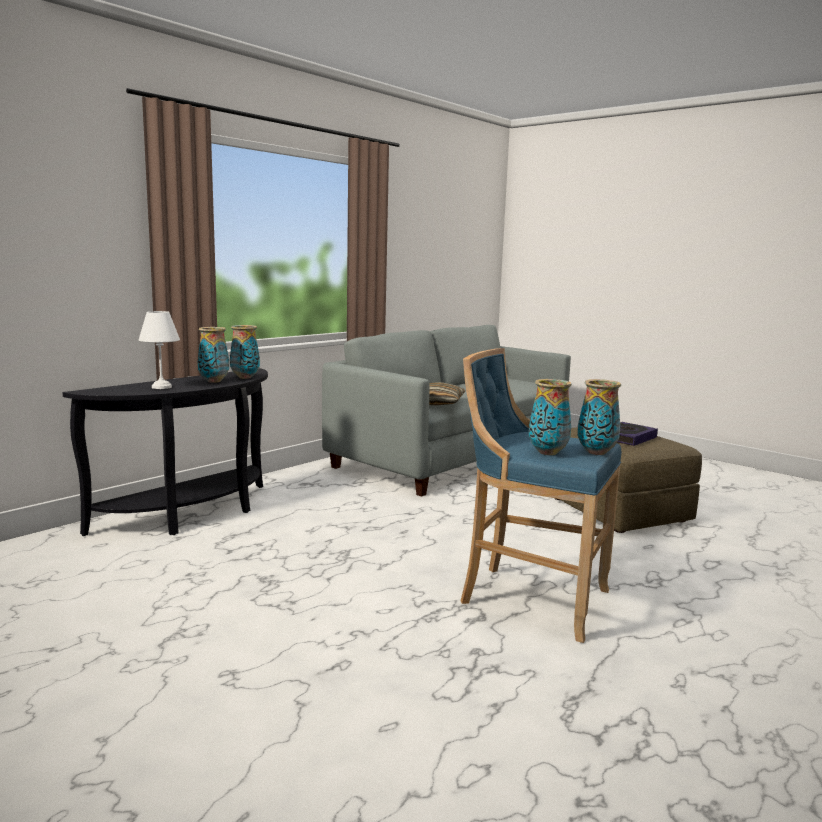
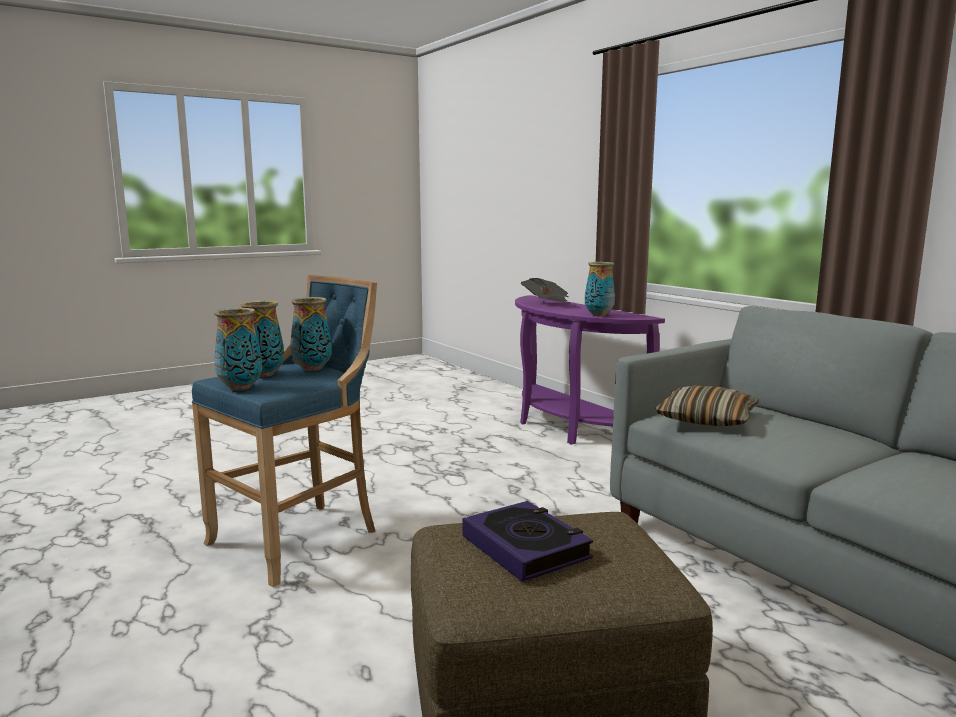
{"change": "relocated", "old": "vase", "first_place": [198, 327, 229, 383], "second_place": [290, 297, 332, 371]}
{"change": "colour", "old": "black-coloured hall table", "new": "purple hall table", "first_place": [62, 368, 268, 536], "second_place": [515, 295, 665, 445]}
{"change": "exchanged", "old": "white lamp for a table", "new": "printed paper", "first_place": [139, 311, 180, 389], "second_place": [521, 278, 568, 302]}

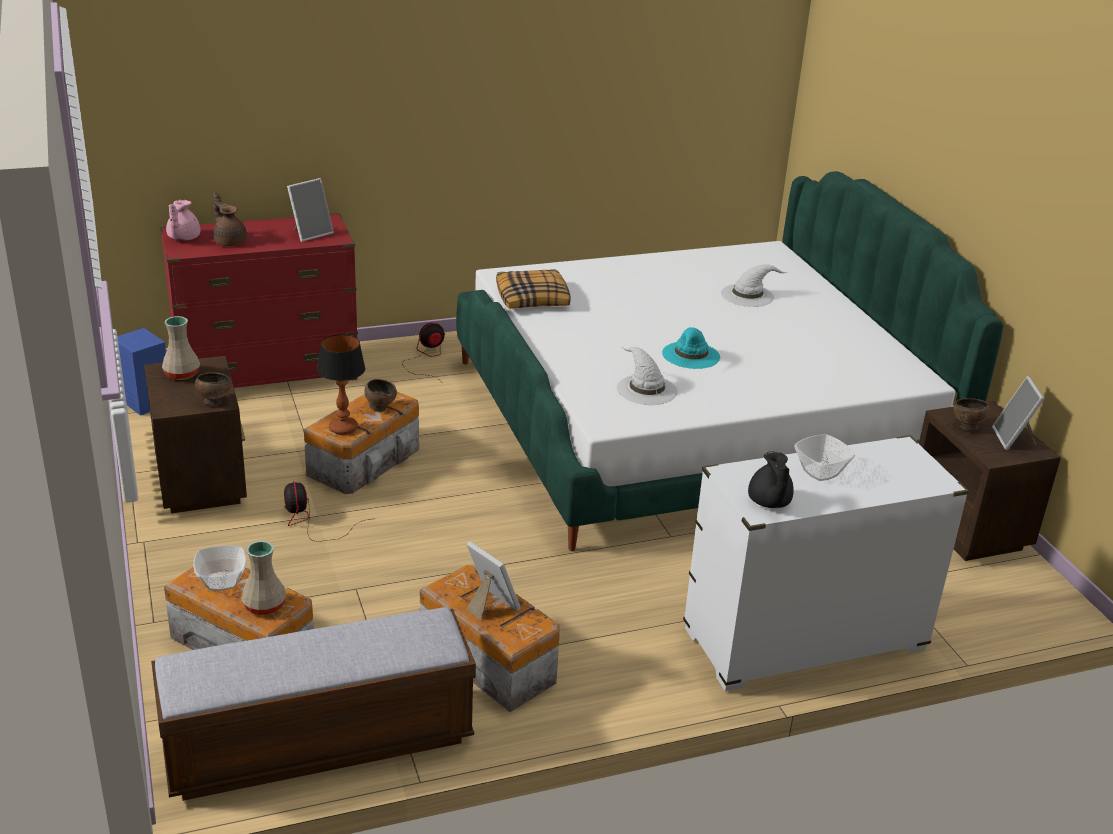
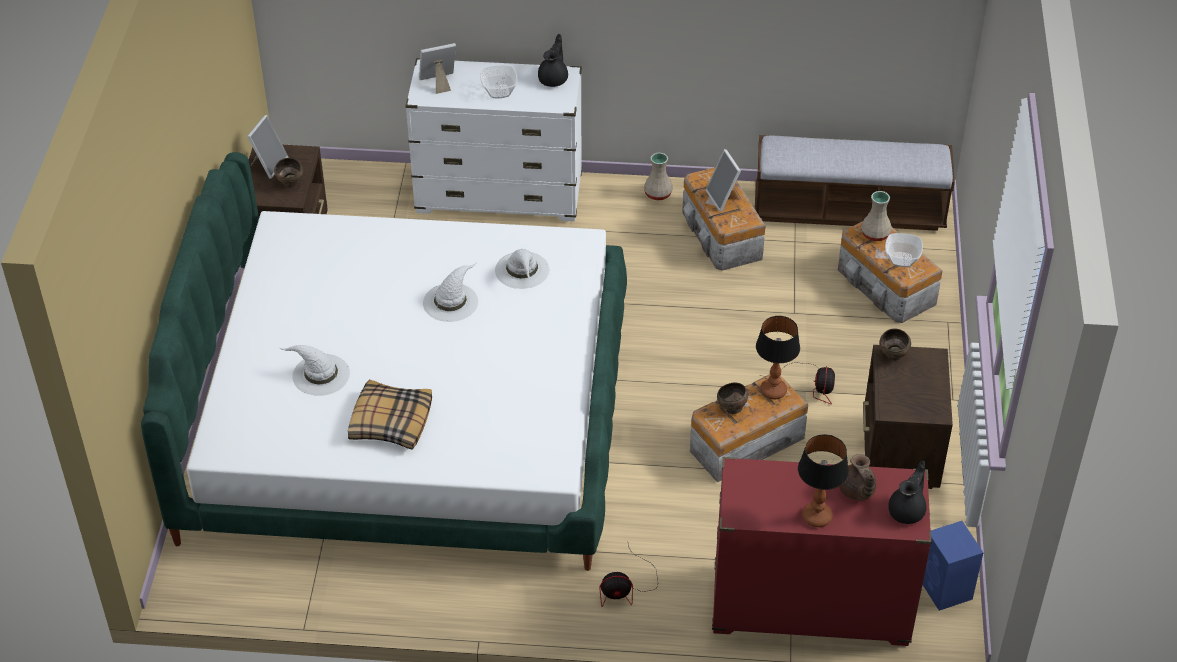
{"change": "relocated", "old": "cushion", "first_place": [496, 269, 571, 309], "second_place": [348, 380, 432, 449]}
{"change": "relocated", "old": "standing frame", "first_place": [287, 178, 334, 242], "second_place": [419, 43, 456, 94]}
{"change": "colour", "old": "blue-green wearable hat", "new": "white wearable hat", "first_place": [662, 327, 720, 369], "second_place": [423, 262, 478, 322]}
{"change": "relocated", "old": "beige-coloured vase", "first_place": [162, 316, 200, 380], "second_place": [644, 153, 673, 200]}
{"change": "appeared", "new": "lamp for a table", "second_place": [798, 434, 849, 527]}
{"change": "colour", "old": "pink pot for tea", "new": "black-coloured pot for tea", "first_place": [166, 200, 200, 240], "second_place": [888, 460, 927, 524]}

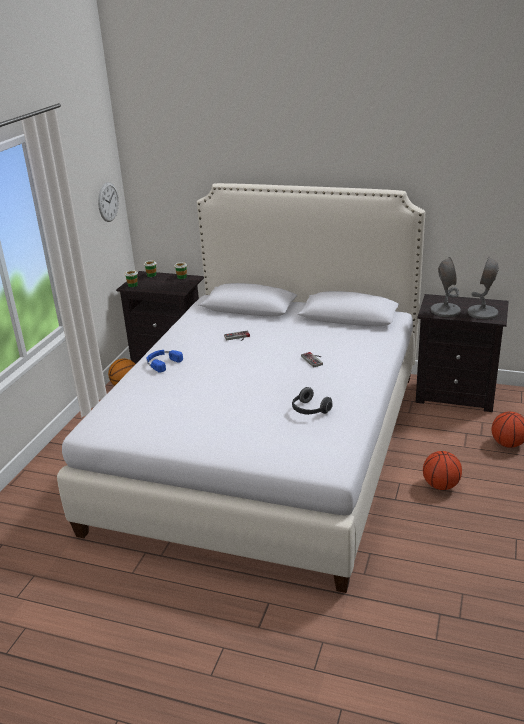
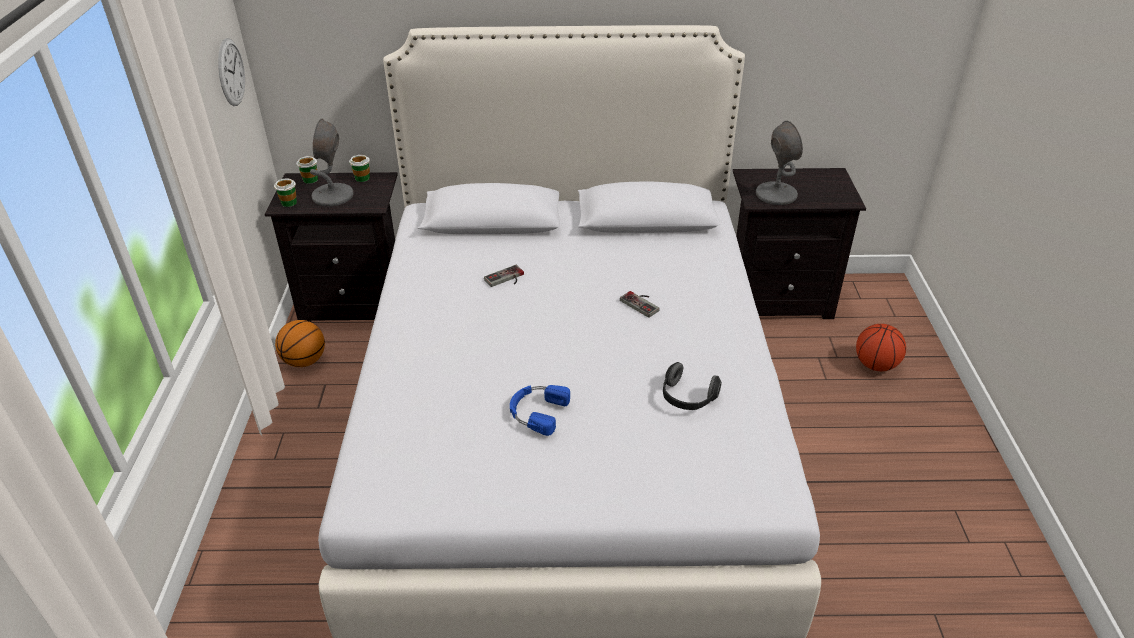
{"change": "relocated", "old": "greyish lamp for a table", "first_place": [467, 257, 499, 319], "second_place": [310, 119, 354, 206]}
{"change": "relocated", "old": "blue pair of headphones", "first_place": [147, 350, 183, 373], "second_place": [510, 385, 570, 436]}
{"change": "missing", "old": "ball for basketball", "first_place": [423, 451, 462, 490]}

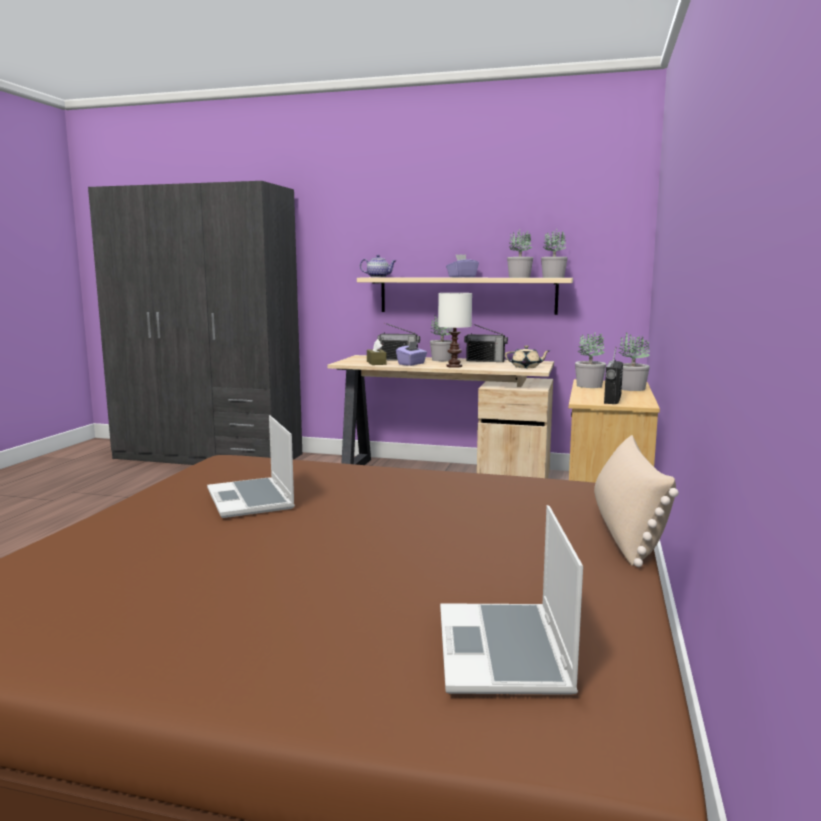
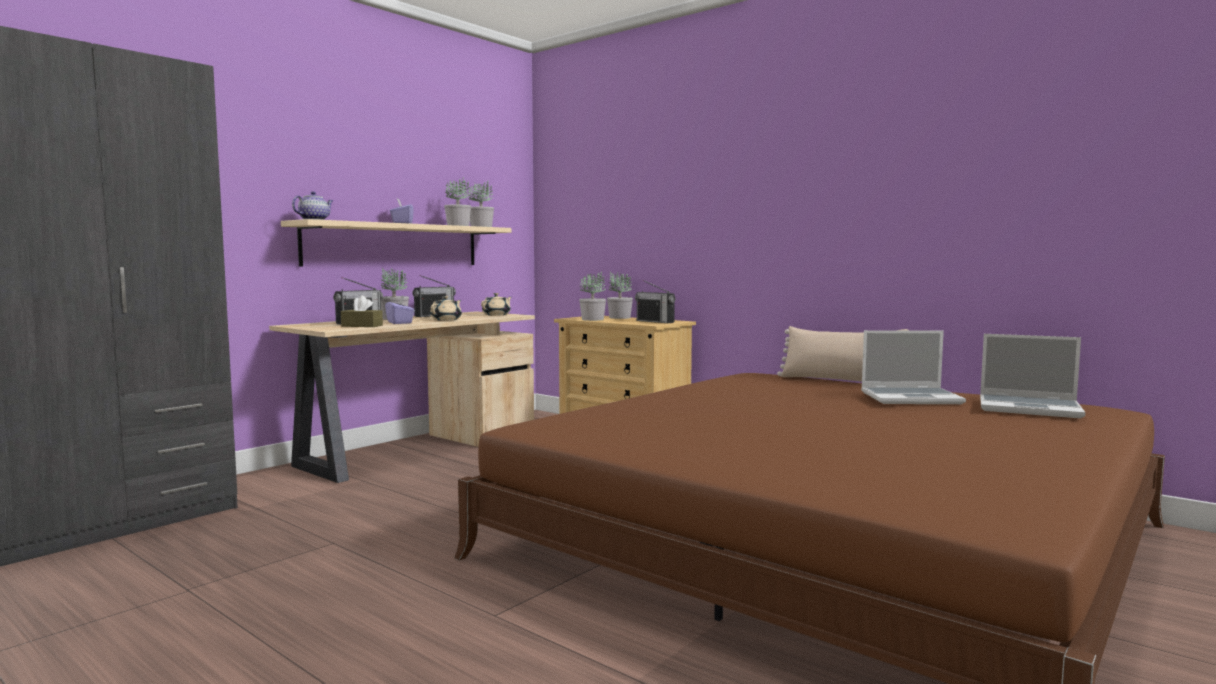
{"change": "exchanged", "old": "white lamp for a table", "new": "beige-coloured pot for tea", "first_place": [438, 293, 472, 368], "second_place": [430, 296, 462, 321]}
{"change": "relocated", "old": "notebook computer", "first_place": [207, 415, 295, 518], "second_place": [861, 330, 966, 404]}

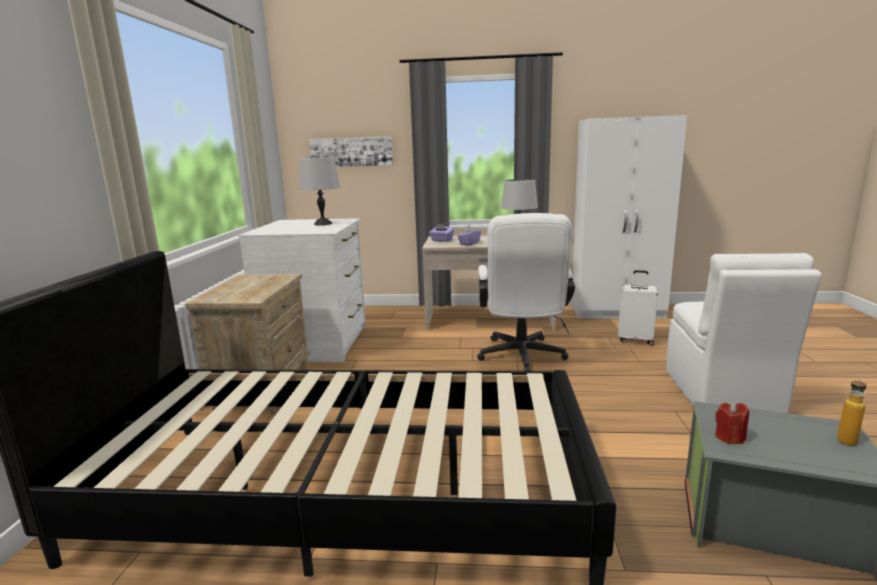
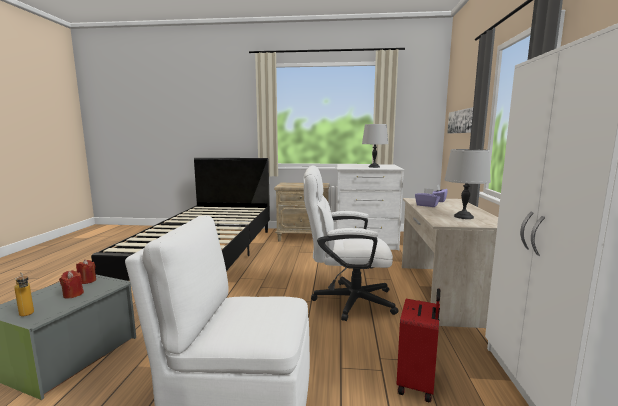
{"change": "appeared", "new": "red wax light", "second_place": [59, 270, 84, 298]}
{"change": "colour", "old": "white travel case", "new": "red travel case", "first_place": [618, 270, 658, 345], "second_place": [397, 289, 440, 403]}

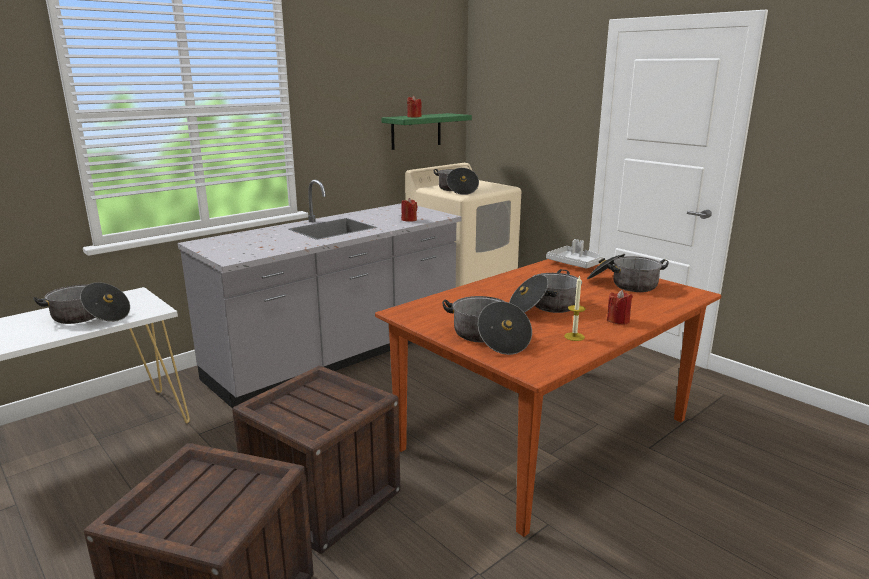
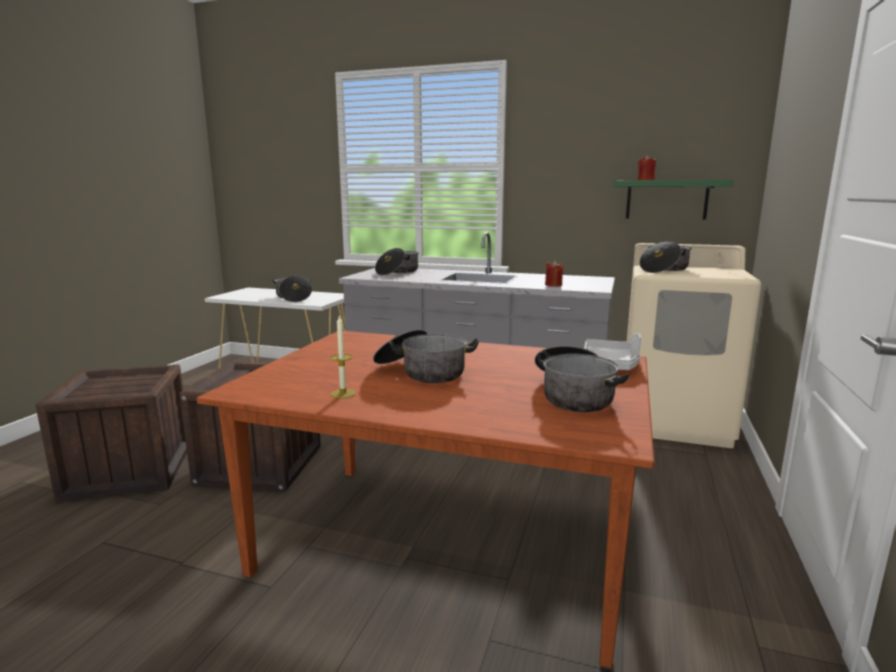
{"change": "relocated", "old": "saucepot", "first_place": [442, 296, 532, 355], "second_place": [375, 248, 419, 275]}
{"change": "missing", "old": "red wax light", "first_place": [607, 290, 633, 325]}

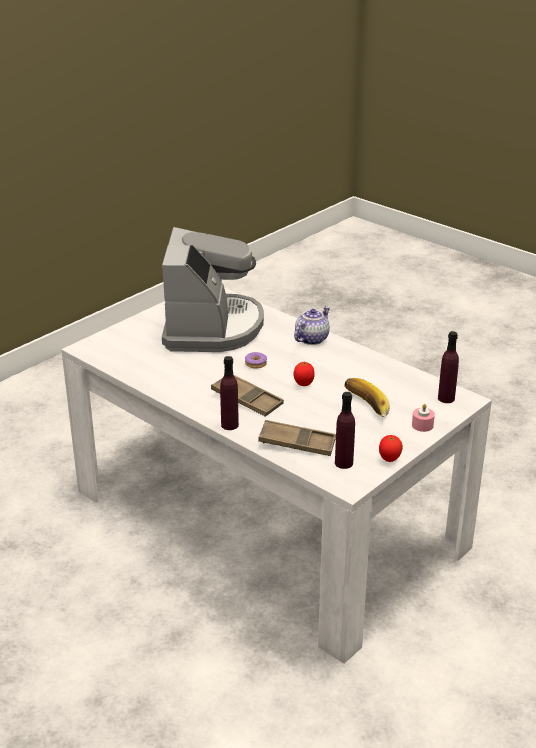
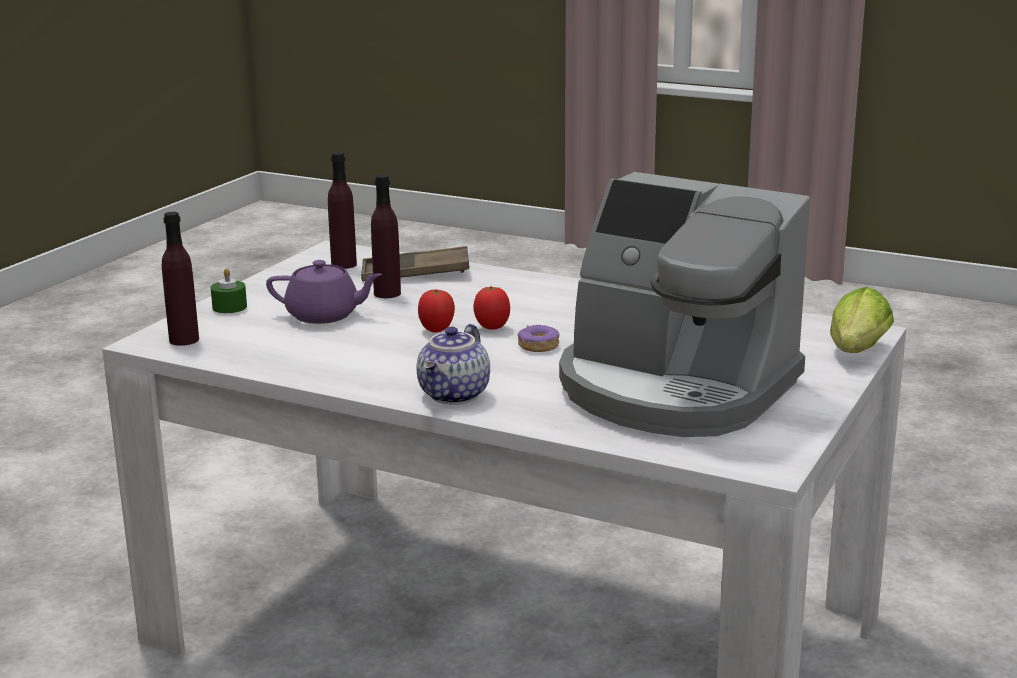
{"change": "colour", "old": "pink wax light", "new": "greenish wax light", "first_place": [412, 404, 435, 432], "second_place": [210, 268, 247, 313]}
{"change": "exchanged", "old": "whole banana", "new": "purple pot for tea", "first_place": [344, 378, 390, 417], "second_place": [266, 260, 382, 324]}
{"change": "relocated", "old": "purple drink bottle", "first_place": [220, 356, 239, 430], "second_place": [371, 175, 401, 298]}
{"change": "relocated", "old": "fresh tomato", "first_place": [379, 435, 403, 462], "second_place": [473, 286, 510, 330]}
{"change": "spun", "old": "coffee maker", "first_place": [162, 227, 264, 352], "second_place": [559, 172, 810, 437], "degrees": -45}
{"change": "appeared", "new": "head of lettuce", "second_place": [830, 287, 894, 353]}
{"change": "missing", "old": "brownish carrying tray", "first_place": [211, 375, 284, 417]}

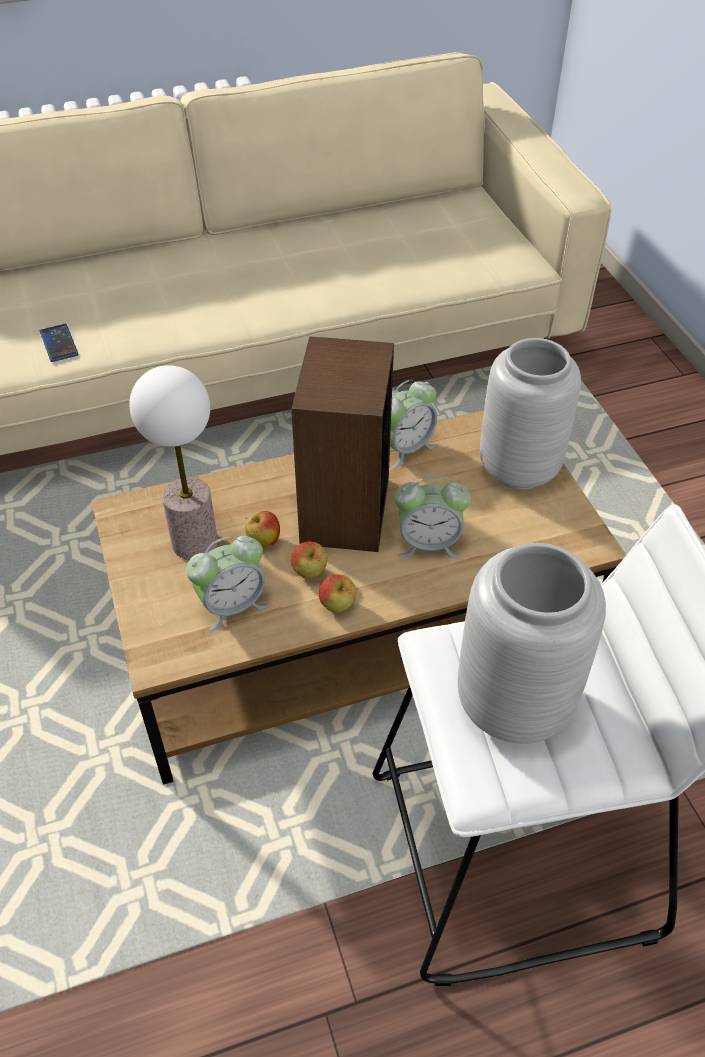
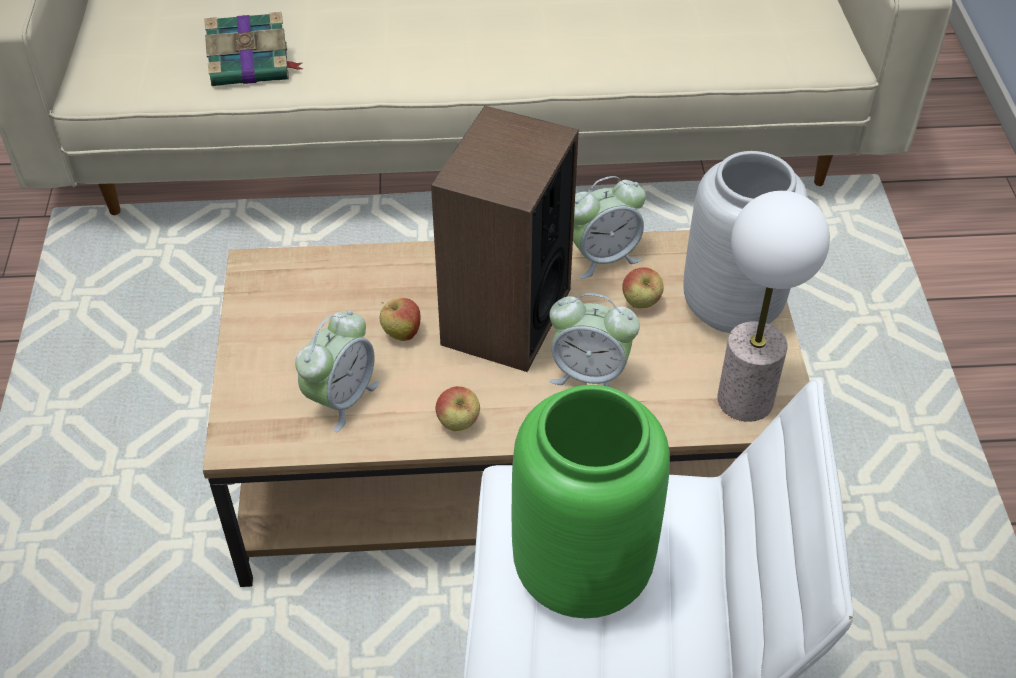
{"change": "exchanged", "old": "handset", "new": "book", "first_place": [40, 324, 78, 362], "second_place": [204, 12, 303, 86]}
{"change": "spun", "old": "table clock", "first_place": [186, 536, 269, 631], "second_place": [295, 310, 379, 432], "degrees": -45}
{"change": "colour", "old": "greyish vase", "new": "greenish vase", "first_place": [458, 543, 606, 744], "second_place": [512, 385, 670, 618]}
{"change": "relocated", "old": "apple", "first_place": [291, 541, 328, 579], "second_place": [622, 267, 664, 308]}
{"change": "relocated", "old": "lamp for a table", "first_place": [129, 365, 218, 560], "second_place": [717, 191, 830, 422]}

